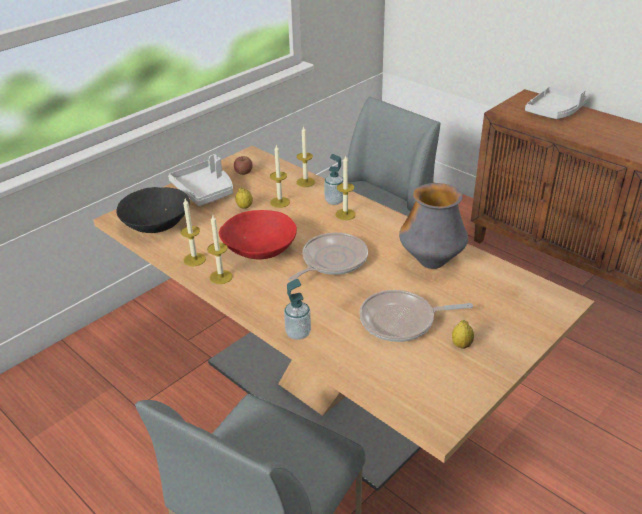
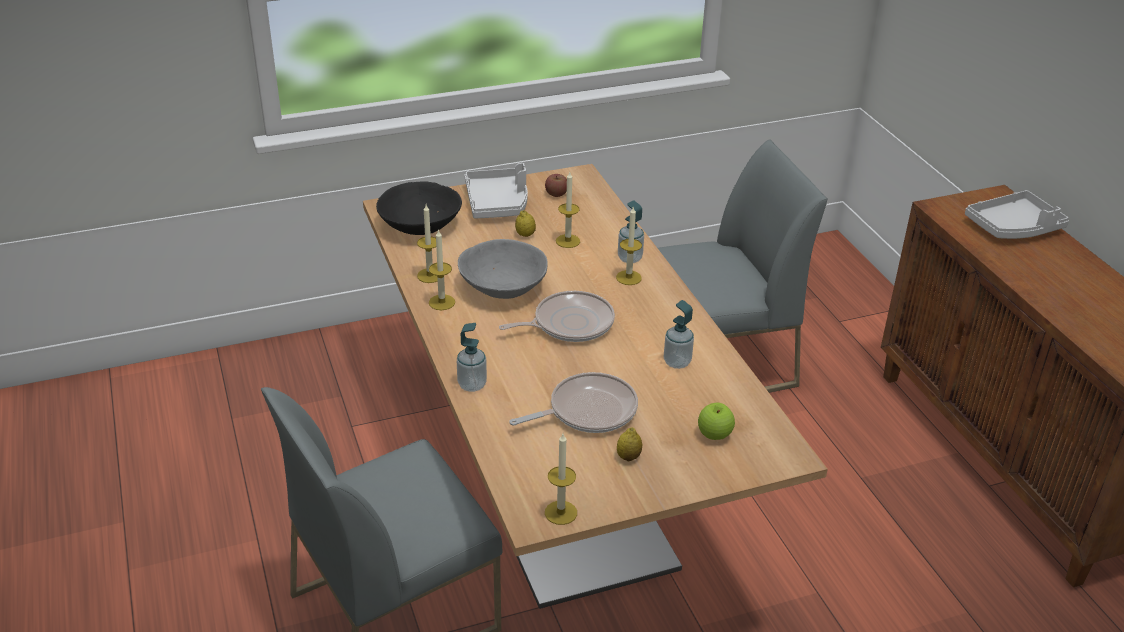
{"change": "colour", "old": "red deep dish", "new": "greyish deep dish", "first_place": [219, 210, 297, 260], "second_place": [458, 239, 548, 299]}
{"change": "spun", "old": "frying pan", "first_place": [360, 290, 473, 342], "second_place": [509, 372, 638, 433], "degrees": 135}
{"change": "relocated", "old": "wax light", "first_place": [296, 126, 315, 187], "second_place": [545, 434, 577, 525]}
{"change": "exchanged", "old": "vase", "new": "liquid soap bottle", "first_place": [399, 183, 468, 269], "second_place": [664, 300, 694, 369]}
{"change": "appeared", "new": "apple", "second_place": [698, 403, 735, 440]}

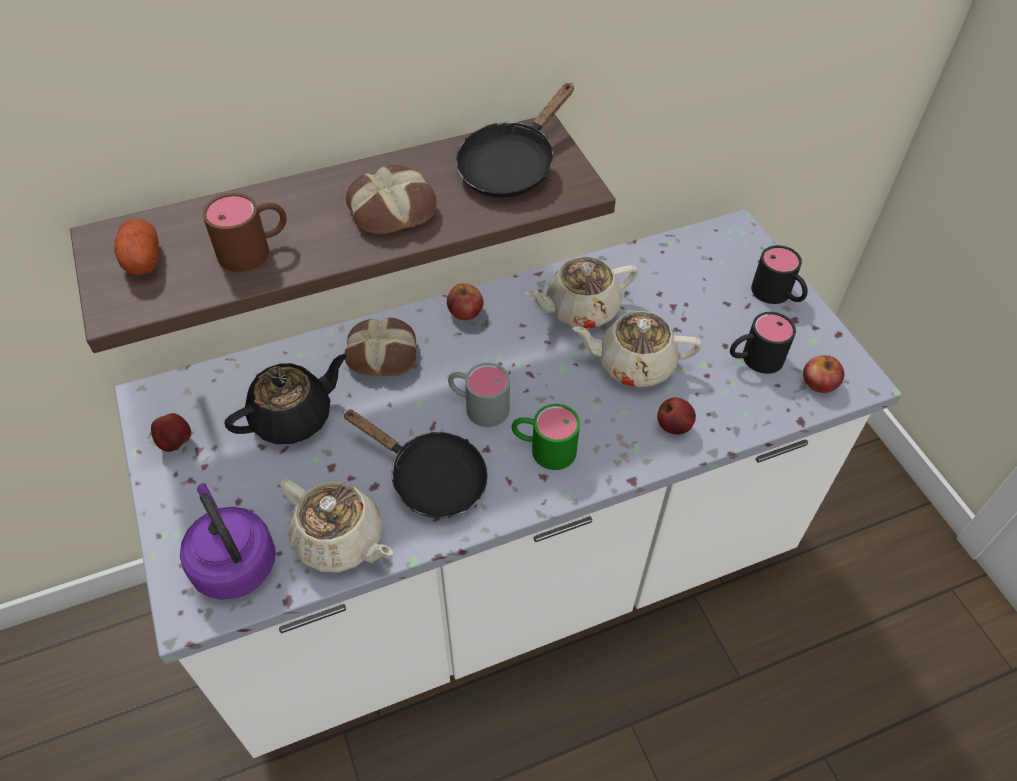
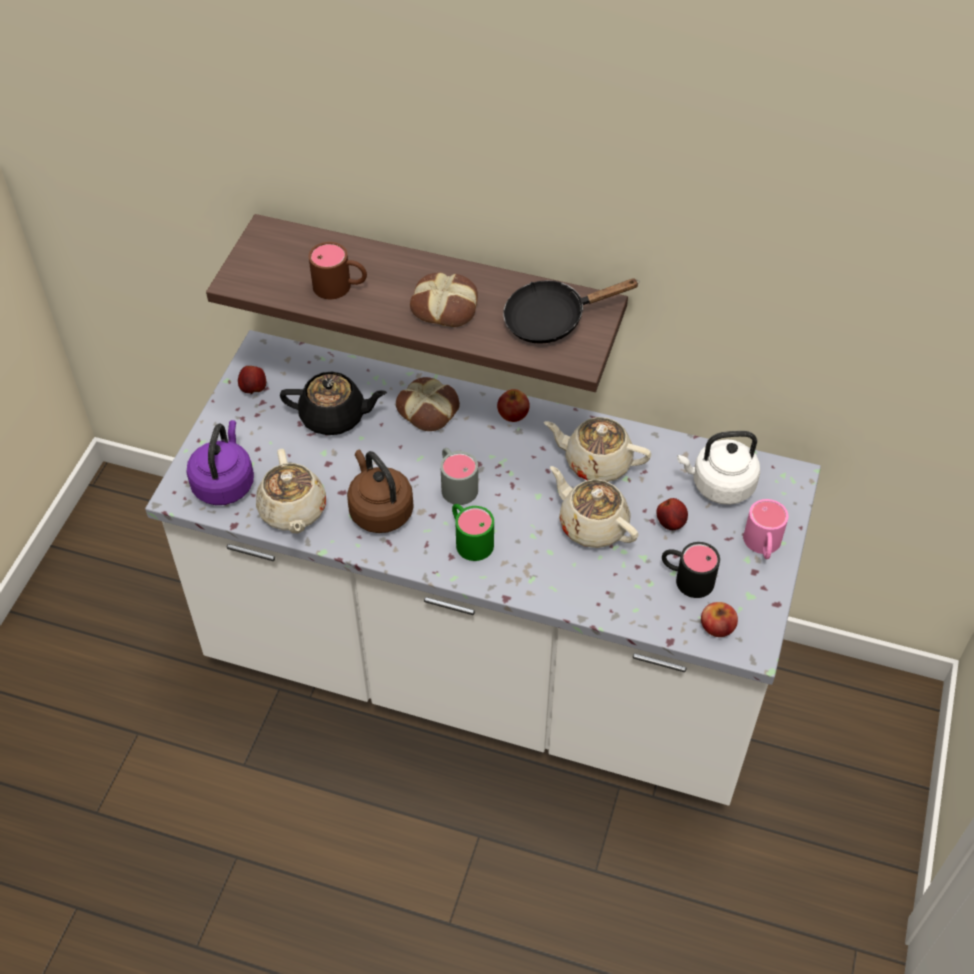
{"change": "exchanged", "old": "black-coloured frying pan", "new": "brownish tea kettle", "first_place": [343, 410, 488, 518], "second_place": [347, 450, 414, 533]}
{"change": "relocated", "old": "apple", "first_place": [657, 398, 696, 435], "second_place": [656, 498, 688, 530]}
{"change": "appeared", "new": "white tea kettle", "second_place": [677, 431, 760, 505]}
{"change": "colour", "old": "black-coloured coffee mug", "new": "pink coffee mug", "first_place": [751, 245, 808, 304], "second_place": [743, 499, 788, 559]}
{"change": "missing", "old": "potato", "first_place": [114, 219, 159, 275]}

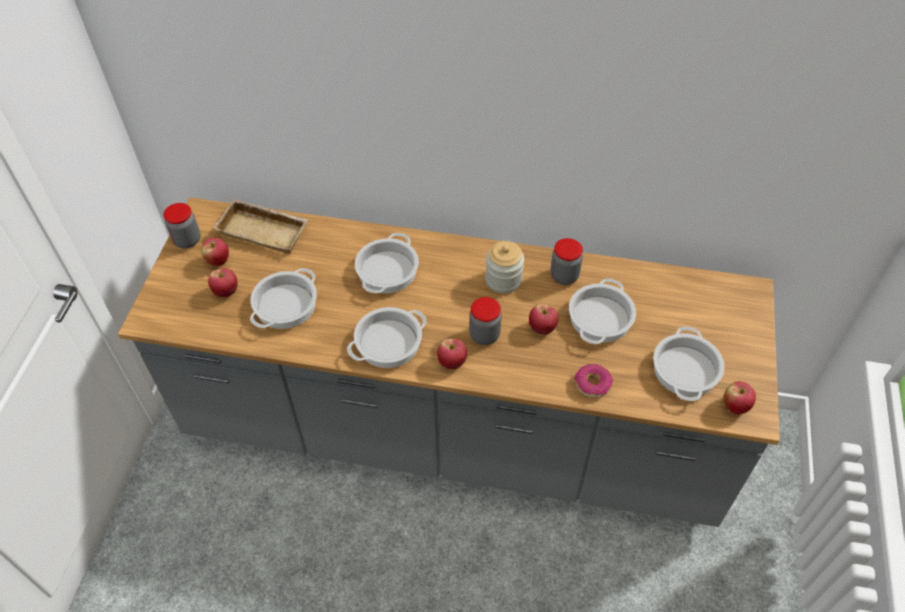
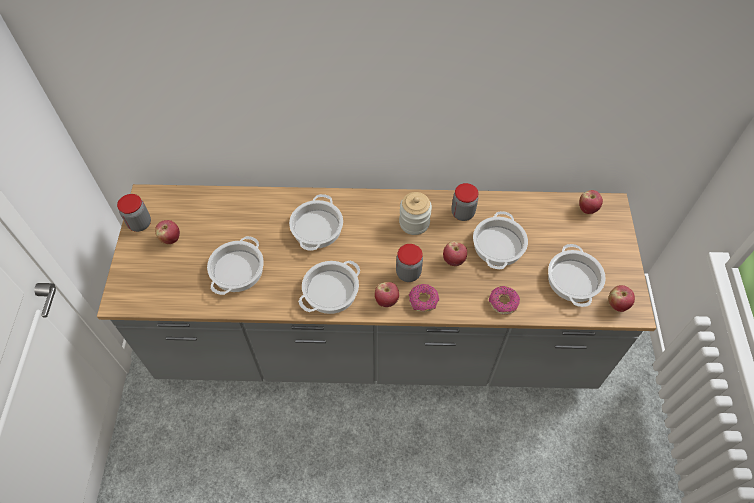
{"change": "appeared", "new": "ring doughnut", "second_place": [409, 284, 439, 312]}
{"change": "relocated", "old": "apple", "first_place": [208, 268, 238, 297], "second_place": [579, 190, 603, 214]}
{"change": "missing", "old": "beige-coloured carrying tray", "first_place": [213, 199, 309, 254]}

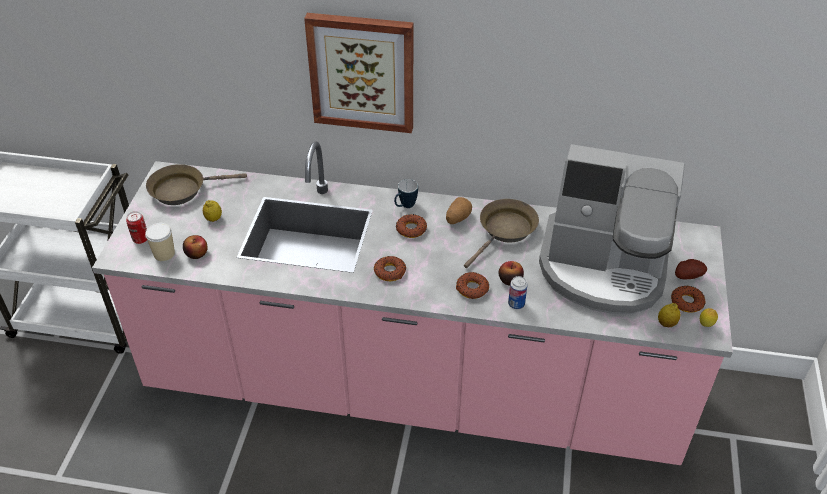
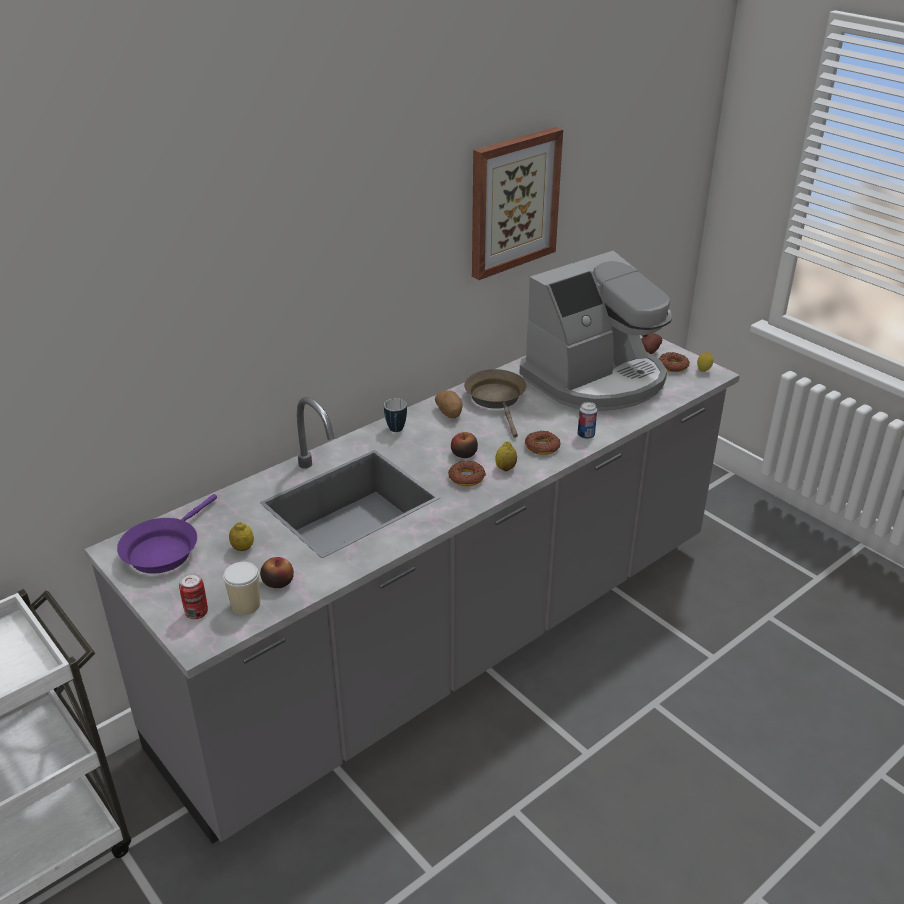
{"change": "colour", "old": "pink kitchen base unit", "new": "greyish kitchen base unit", "first_place": [92, 141, 733, 465], "second_place": [84, 333, 740, 844]}
{"change": "colour", "old": "brownish frying pan", "new": "purple frying pan", "first_place": [146, 164, 247, 205], "second_place": [117, 494, 217, 574]}
{"change": "relocated", "old": "apple", "first_place": [499, 261, 524, 285], "second_place": [451, 432, 478, 458]}
{"change": "relocated", "old": "picture", "first_place": [304, 13, 413, 133], "second_place": [472, 127, 563, 280]}
{"change": "relocated", "old": "whole lemon", "first_place": [658, 303, 680, 327], "second_place": [495, 441, 517, 471]}
{"change": "missing", "old": "ring doughnut", "first_place": [396, 214, 427, 238]}

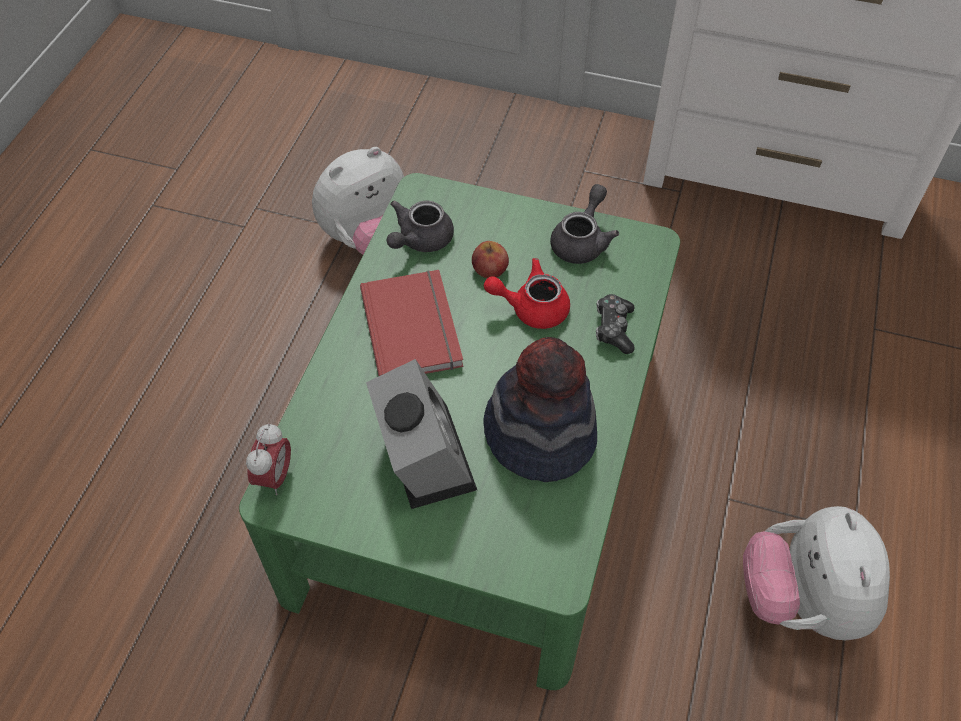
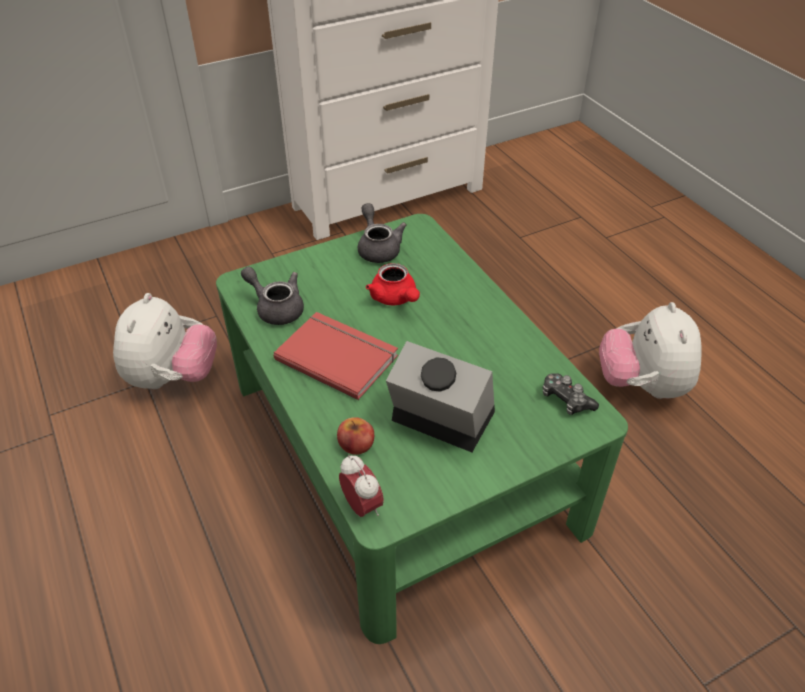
{"change": "spun", "old": "greyish pot for tea", "first_place": [387, 201, 454, 252], "second_place": [241, 266, 304, 325], "degrees": 135}
{"change": "relocated", "old": "apple", "first_place": [472, 241, 509, 278], "second_place": [337, 417, 374, 455]}
{"change": "spun", "old": "red pot for tea", "first_place": [484, 258, 570, 329], "second_place": [366, 263, 420, 306], "degrees": -75}
{"change": "relocated", "old": "gamepad", "first_place": [596, 294, 635, 354], "second_place": [543, 373, 599, 415]}
{"change": "spun", "old": "soft toy", "first_place": [743, 506, 890, 640], "second_place": [599, 302, 701, 399], "degrees": 45}
{"change": "missing", "old": "wearable hat", "first_place": [483, 337, 597, 482]}

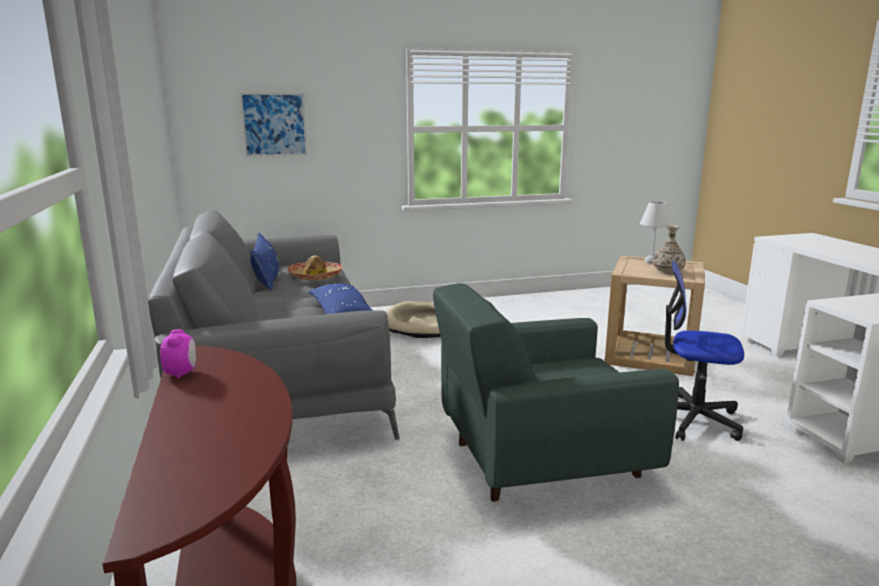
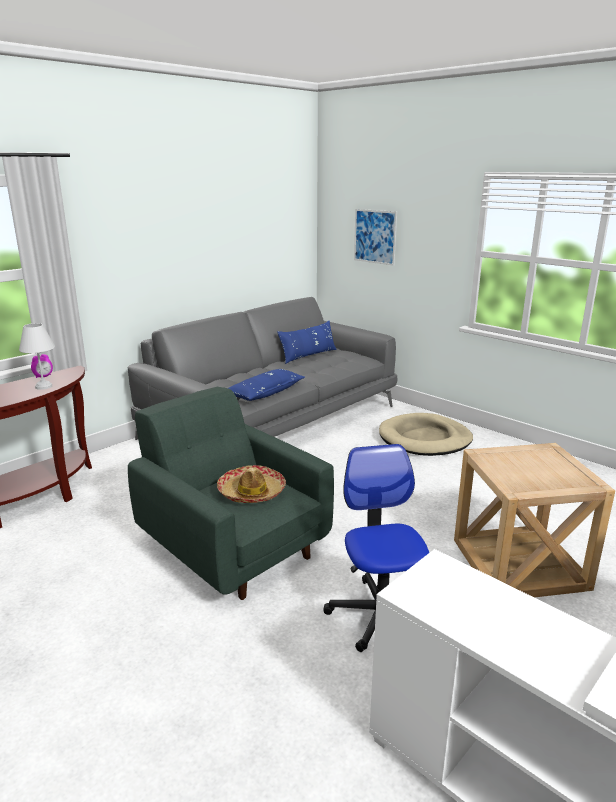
{"change": "relocated", "old": "white lamp for a table", "first_place": [640, 201, 672, 263], "second_place": [19, 323, 55, 390]}
{"change": "relocated", "old": "wearable hat", "first_place": [287, 255, 343, 281], "second_place": [217, 465, 286, 503]}
{"change": "missing", "old": "vase", "first_place": [653, 225, 686, 275]}

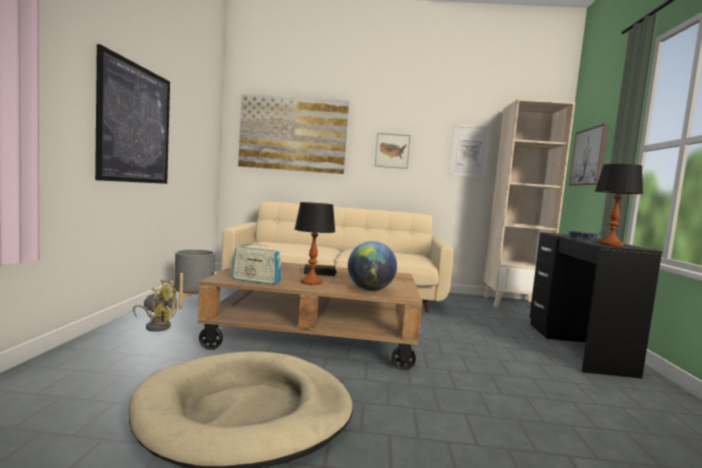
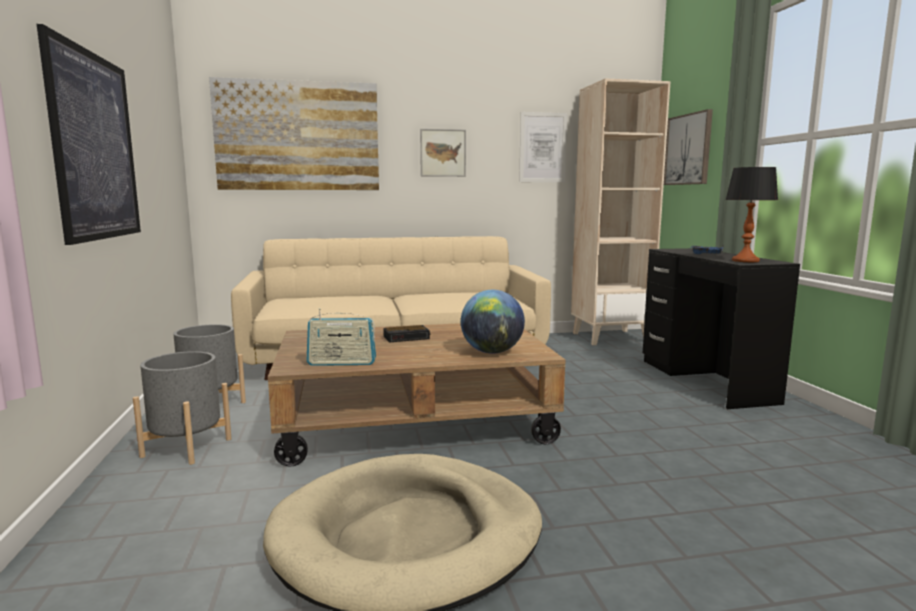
{"change": "exchanged", "old": "yellow-coloured electric fan", "new": "greyish flower pot", "first_place": [133, 280, 177, 332], "second_place": [133, 351, 231, 465]}
{"change": "missing", "old": "lamp for a table", "first_place": [295, 202, 335, 285]}

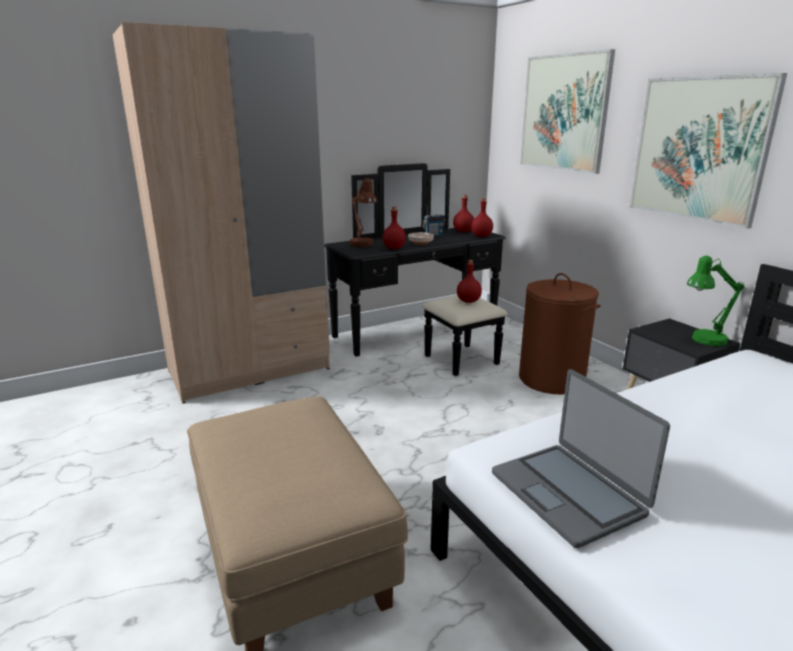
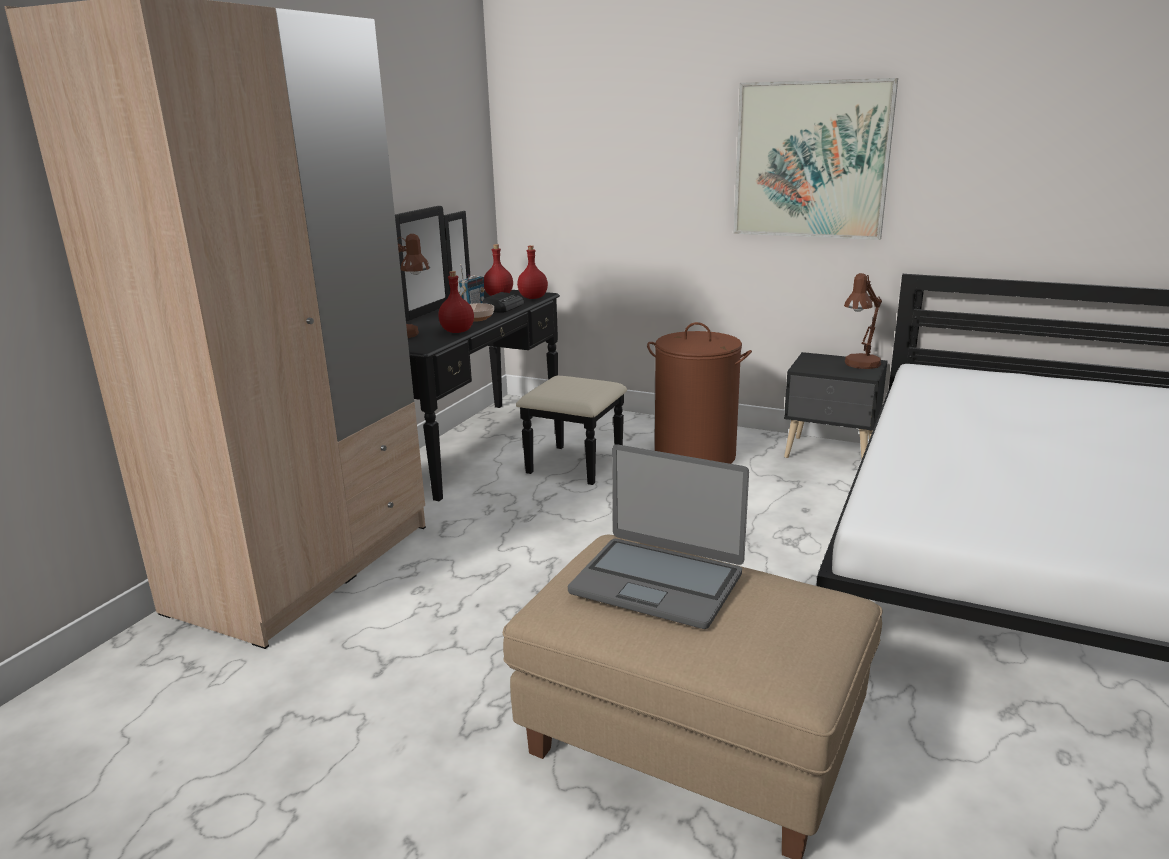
{"change": "appeared", "new": "radio set", "second_place": [482, 292, 524, 313]}
{"change": "relocated", "old": "notebook computer", "first_place": [492, 369, 670, 548], "second_place": [568, 444, 749, 629]}
{"change": "colour", "old": "greenish lamp for a table", "new": "brownish lamp for a table", "first_place": [687, 256, 744, 346], "second_place": [844, 273, 882, 369]}
{"change": "missing", "old": "red drink bottle", "first_place": [457, 260, 482, 303]}
{"change": "missing", "old": "picture", "first_place": [520, 49, 615, 174]}

